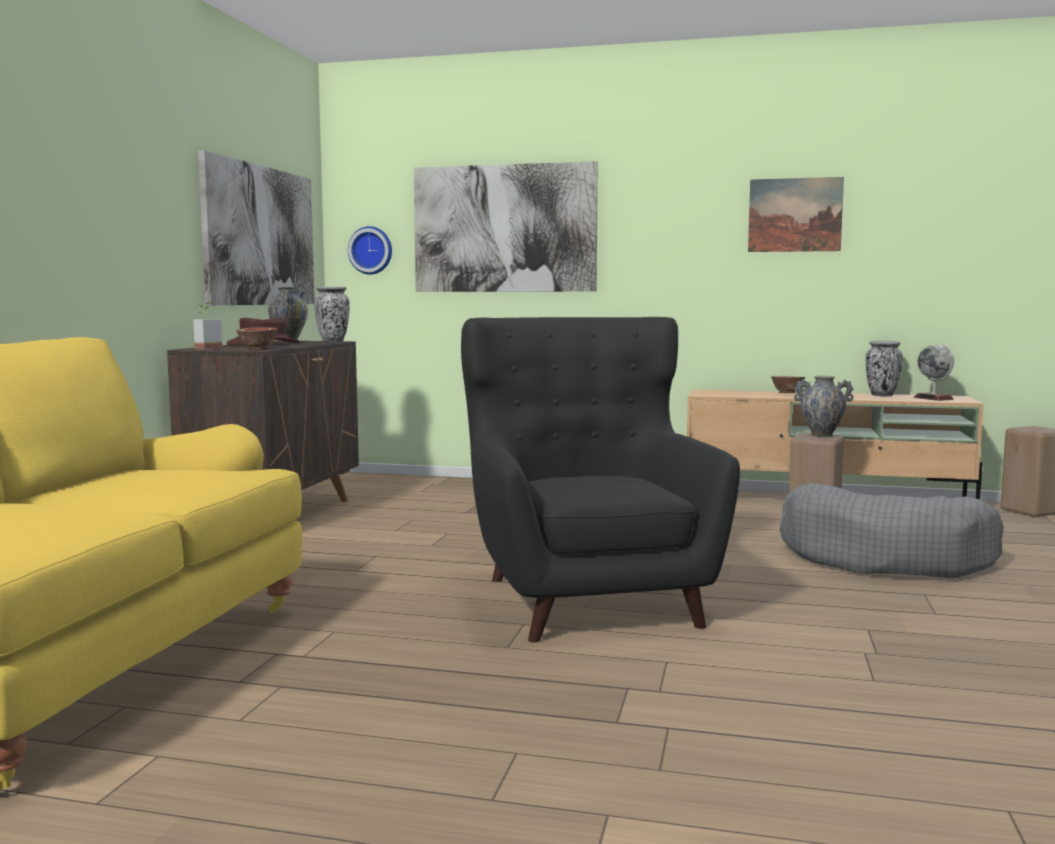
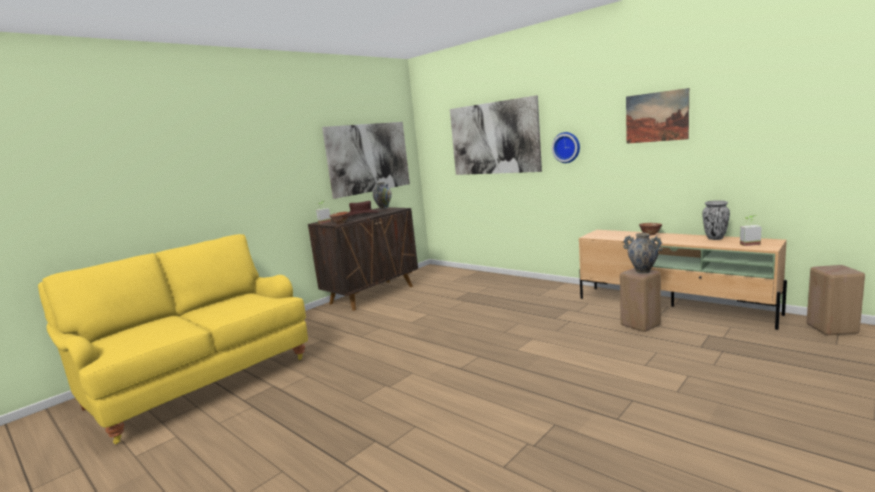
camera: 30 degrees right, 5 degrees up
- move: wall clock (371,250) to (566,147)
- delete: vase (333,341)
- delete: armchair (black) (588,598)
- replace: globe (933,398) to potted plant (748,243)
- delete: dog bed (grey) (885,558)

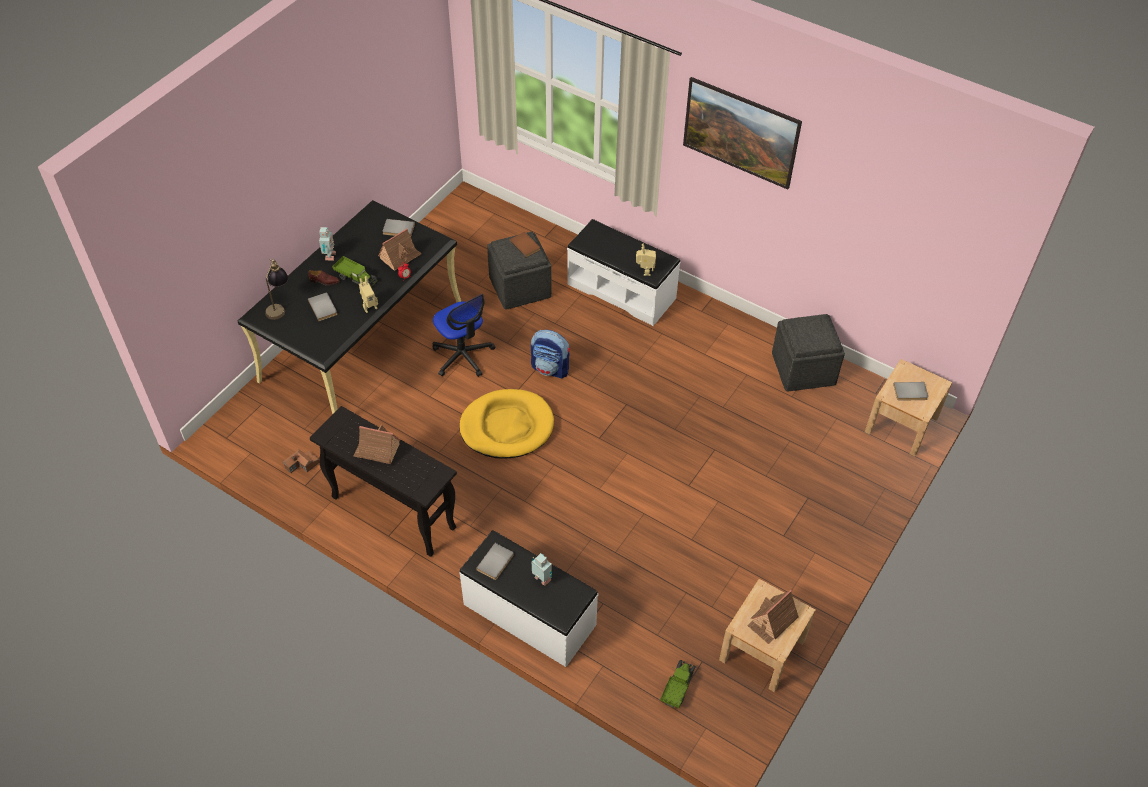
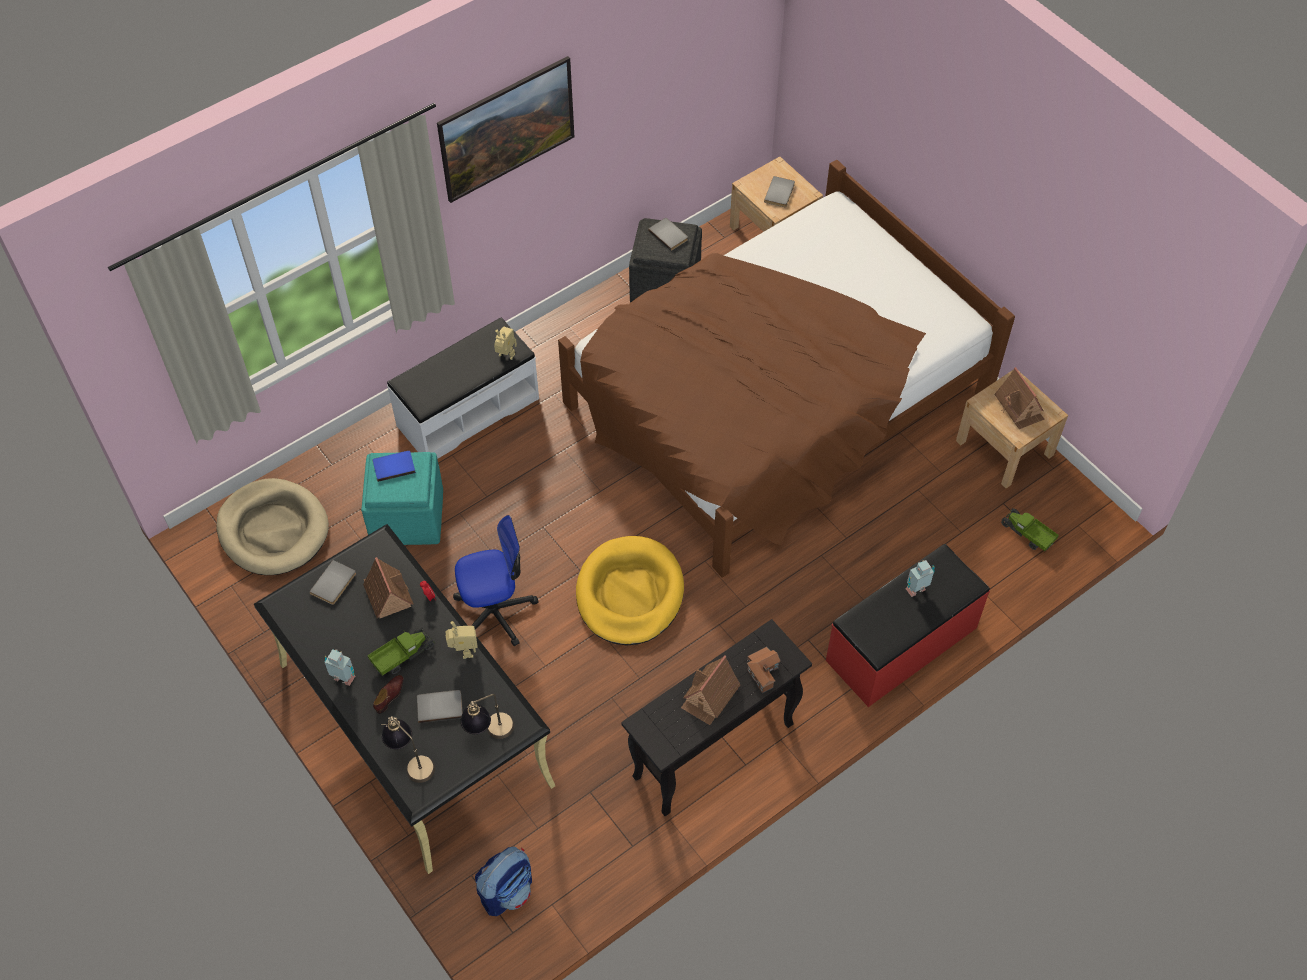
camera: 70 degrees left, 5 degrees up
- recolor: ottoman (grey) (520,286) to ottoman (turquoise) (406,515)
- recolor: book (brown) (526,245) to book (blue) (393,466)
- move: backpack (551,368) to (507,891)
- move: toy house (302,465) to (763,671)
- recolor: bench (white) (529,615) to bench (red) (902,645)
- move: book (grey) (496,563) to (669,235)
- insert: bed (brown) (776,402)
- insert: dog bed (beige) (273,530)
- insert: table lamp (489,733)

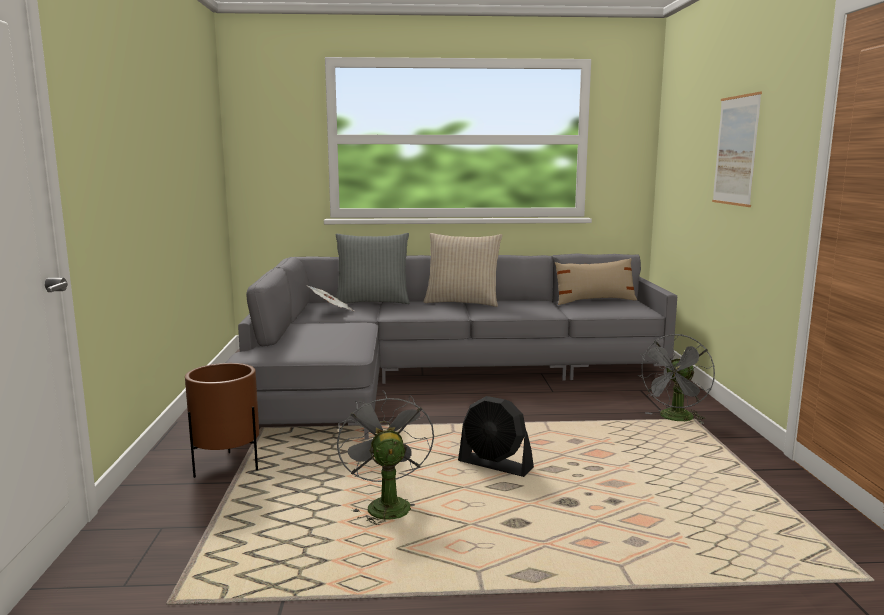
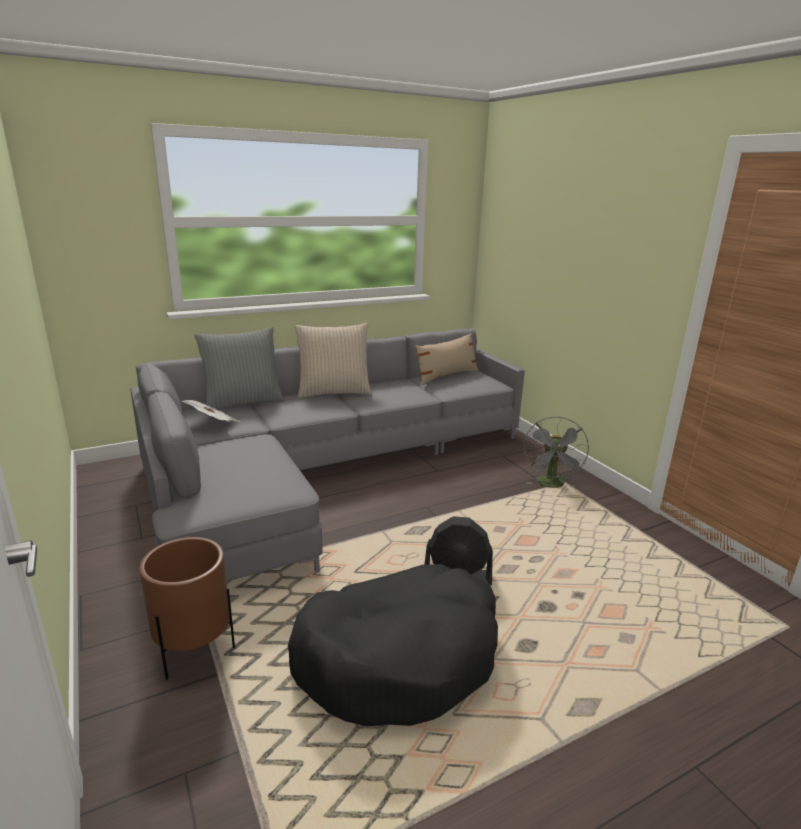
camera: 25 degrees left, 10 degrees up
- delete: picture (736,150)
- replace: fan (grey) (385,504) to dog bed (black) (399,657)

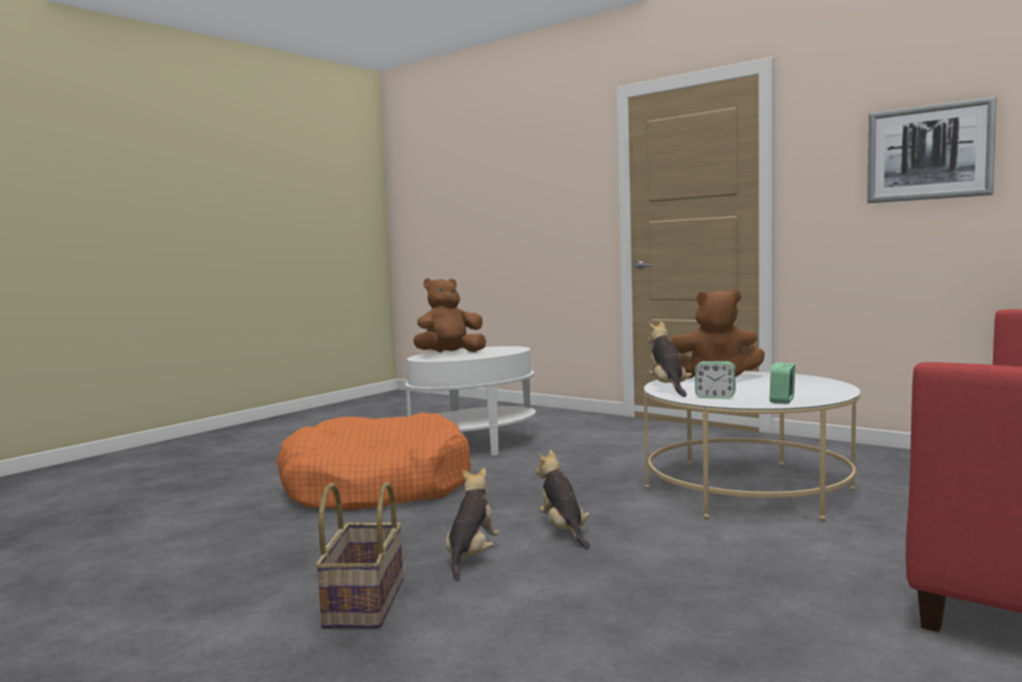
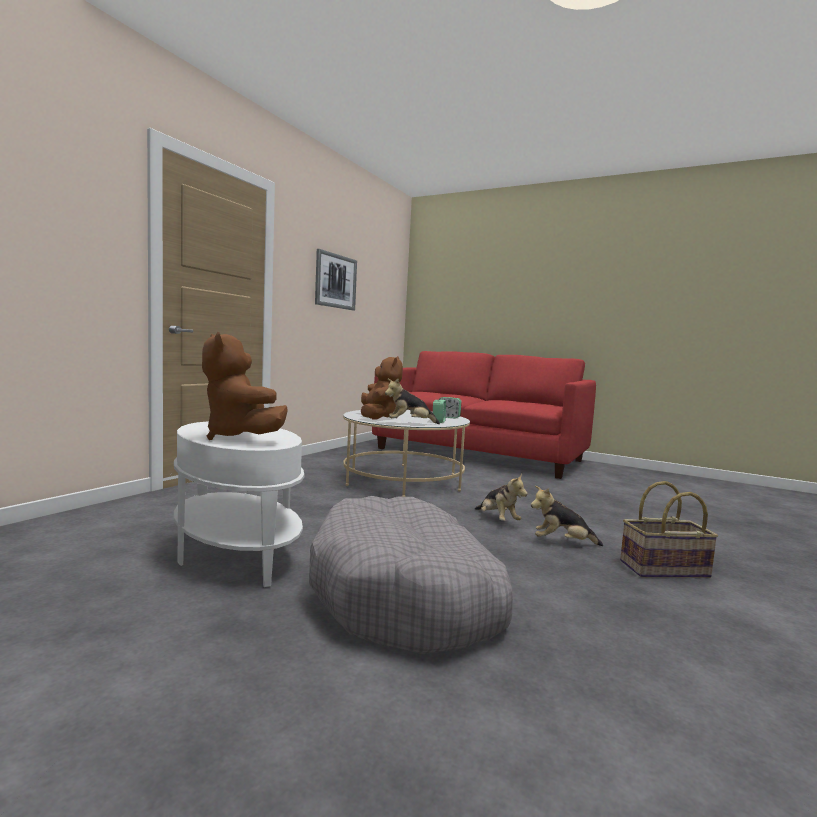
camera: 100 degrees left, 0 degrees up
- recolor: dog bed (orange) (376,487) to dog bed (grey) (407,595)
- rotate: plush toy (564,530) = (497,520) 90 degrees counterclockwise

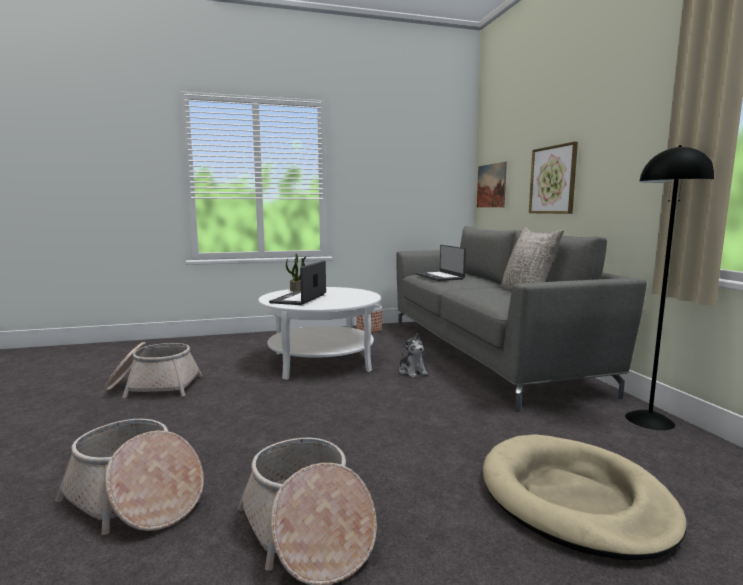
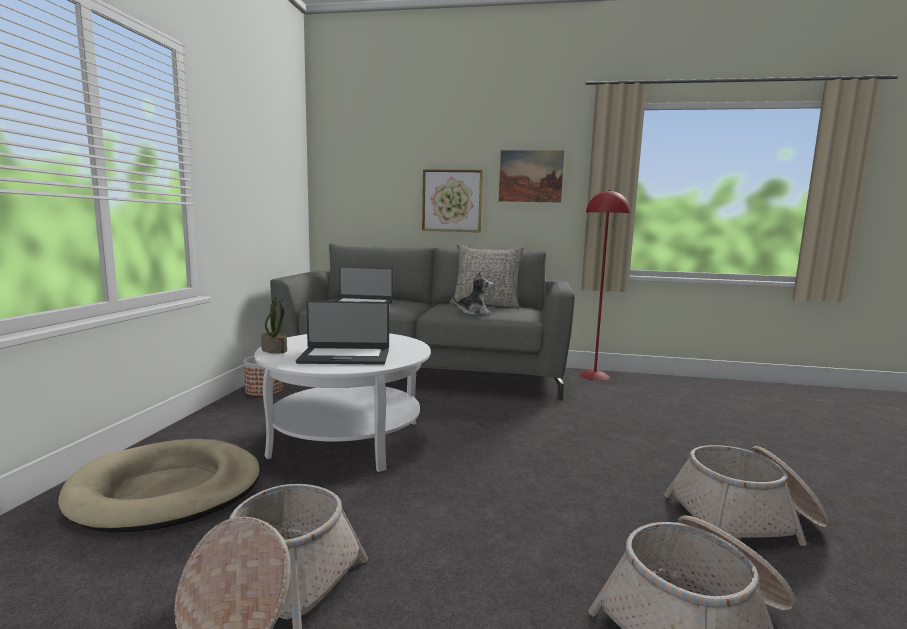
camera: 65 degrees left, 0 degrees up
- recolor: floor lamp (black) (650,420) to floor lamp (red) (595,375)
- move: picture (491,186) to (530,176)
- rotate: laptop (299,299) = (345,356) 45 degrees counterclockwise
- move: plush toy (412,372) to (474,312)
- move: dog bed (beige) (574,499) to (167,490)

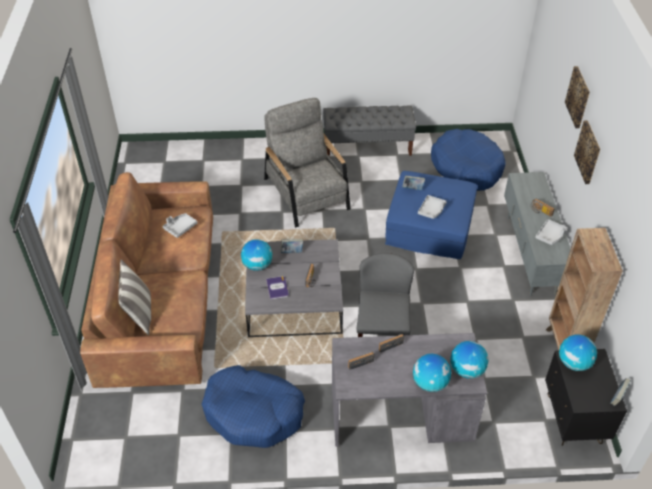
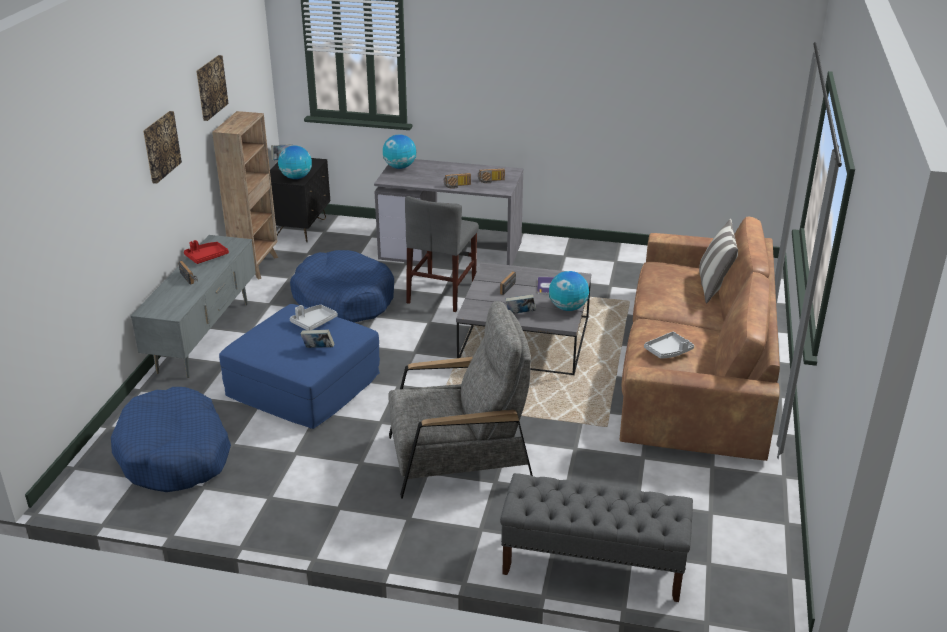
camera: 165 degrees left, 15 degrees down
- move: picture (578,97) to (210,87)
- rotate: armchair (grey) (307,194) = (458,458) 90 degrees counterclockwise
- move: bench (grey) (368,146) to (592,565)
- recolor: tray (grey) (550,235) to tray (red) (206,257)
- delete: globe (430,383)
- move: dog bed (blue) (254,413) to (344,299)

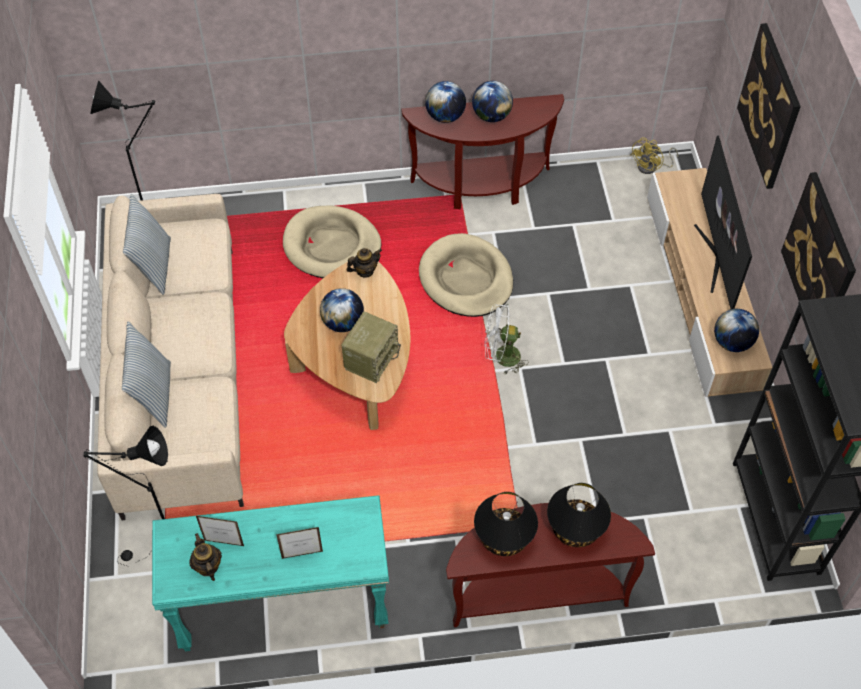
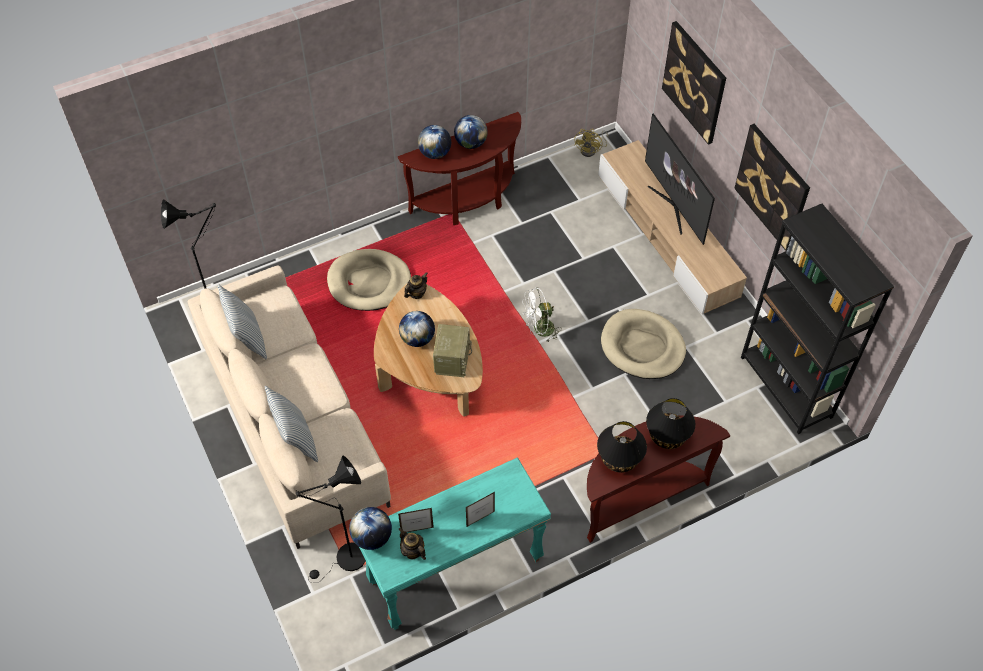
camera: 20 degrees left, 0 degrees up
- move: dog bed (beige) (466,279) to (642,347)
- move: globe (732,342) to (372,537)

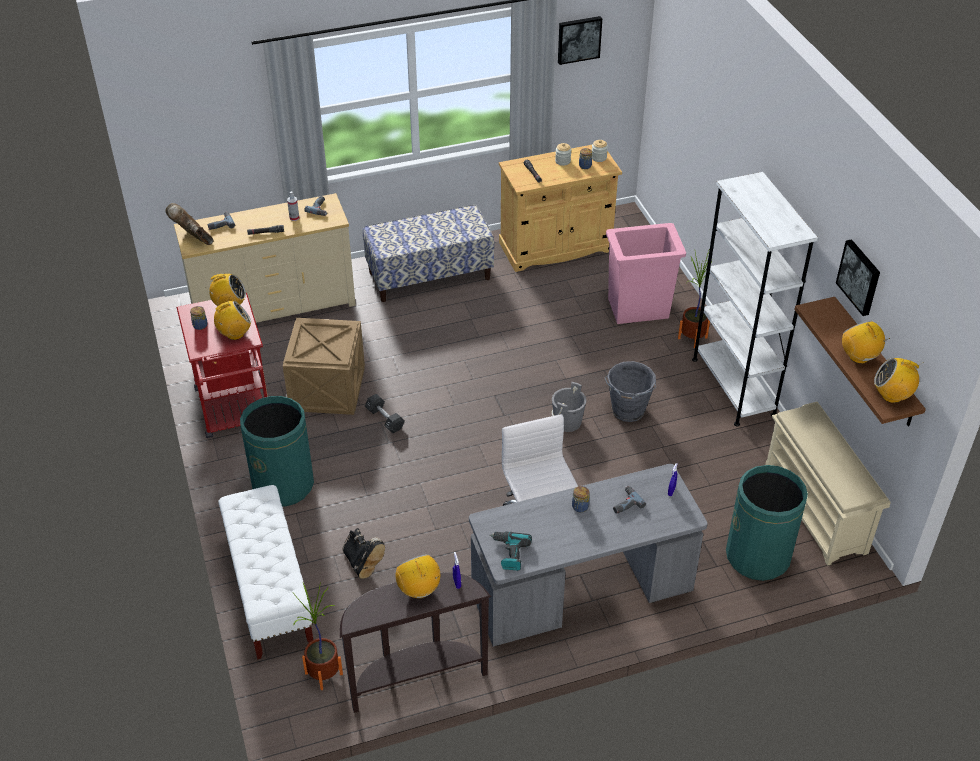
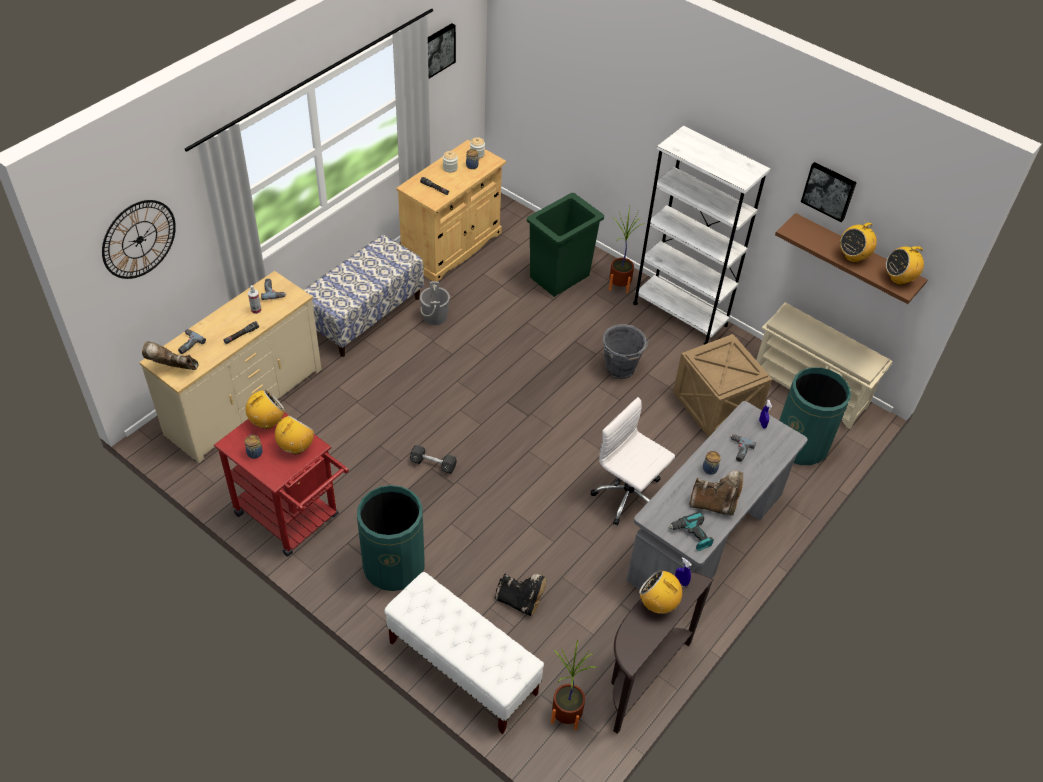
camera: 35 degrees left, 5 degrees up
- recolor: trash can (pink) (639,309) to trash can (green) (560,276)
- move: crate (327,390) to (716,406)
- rotate: radio (859,357) = (853,256) 75 degrees counterclockwise
- move: bucket (grey) (567,422) to (435,317)
- insert: wall clock (139,239)
- insert: boot (brown) (714,505)

